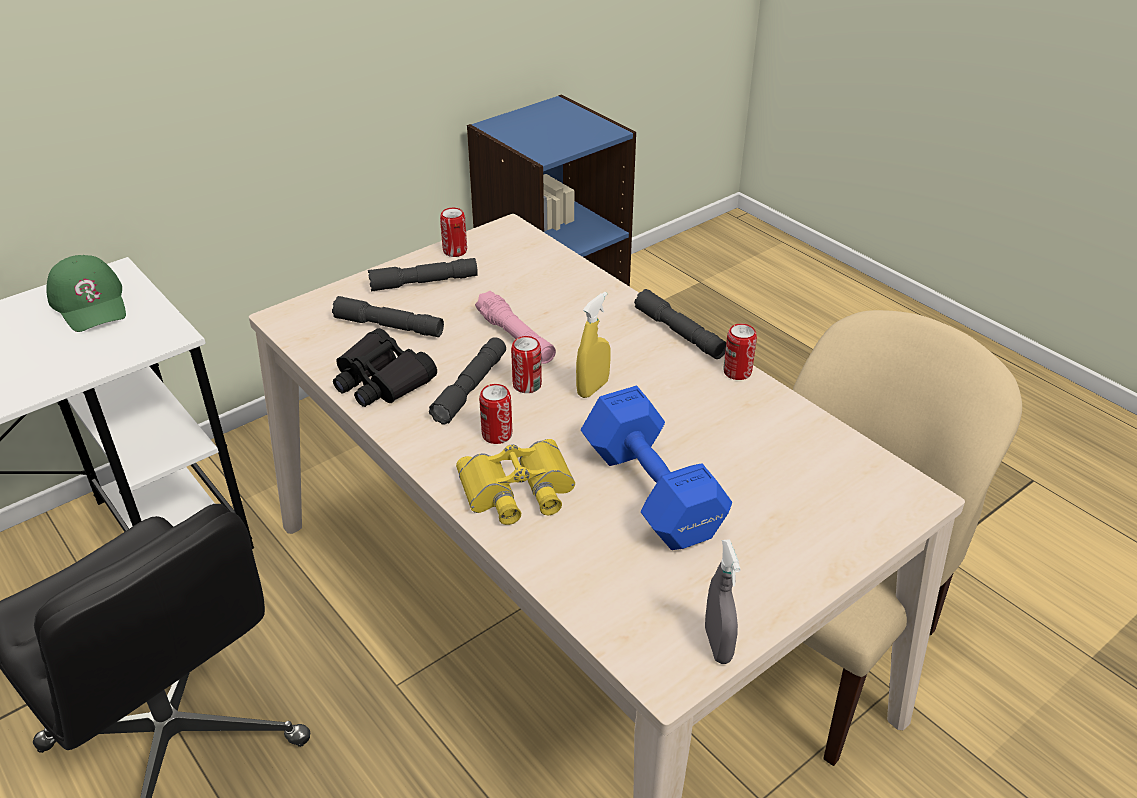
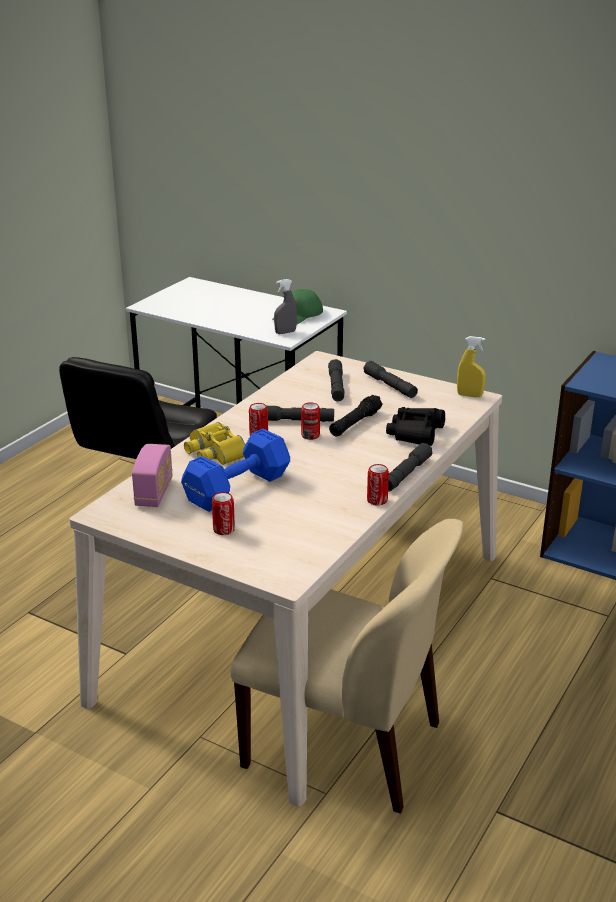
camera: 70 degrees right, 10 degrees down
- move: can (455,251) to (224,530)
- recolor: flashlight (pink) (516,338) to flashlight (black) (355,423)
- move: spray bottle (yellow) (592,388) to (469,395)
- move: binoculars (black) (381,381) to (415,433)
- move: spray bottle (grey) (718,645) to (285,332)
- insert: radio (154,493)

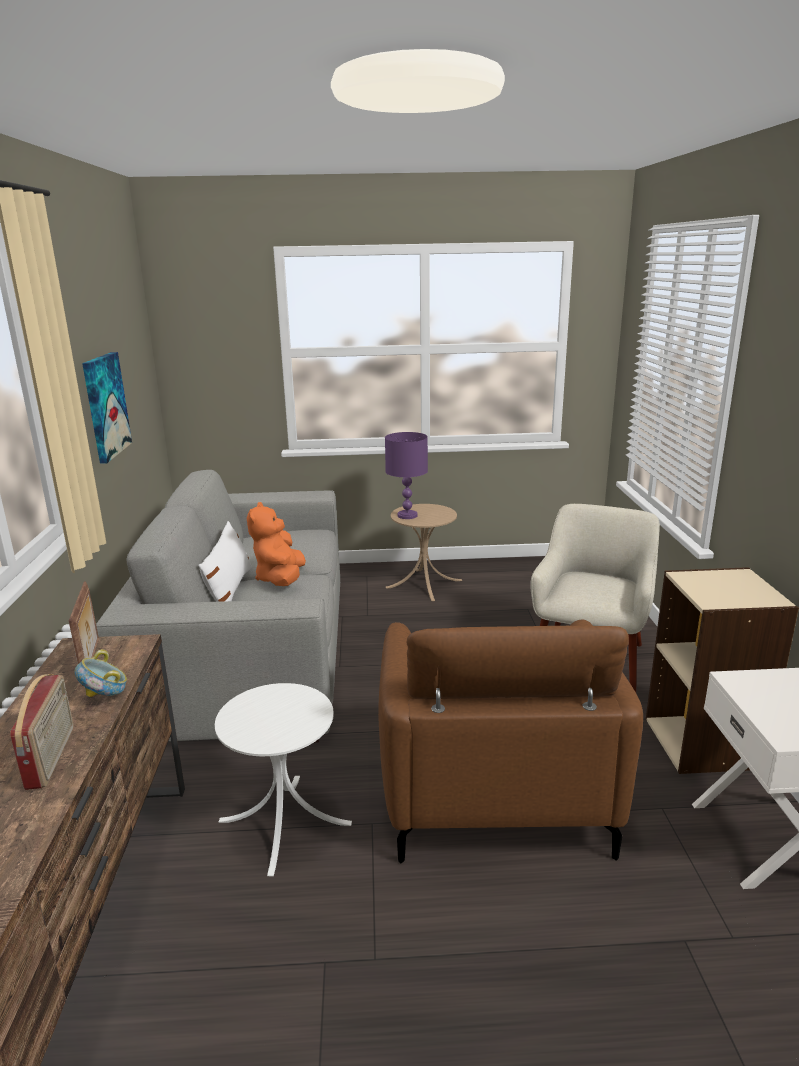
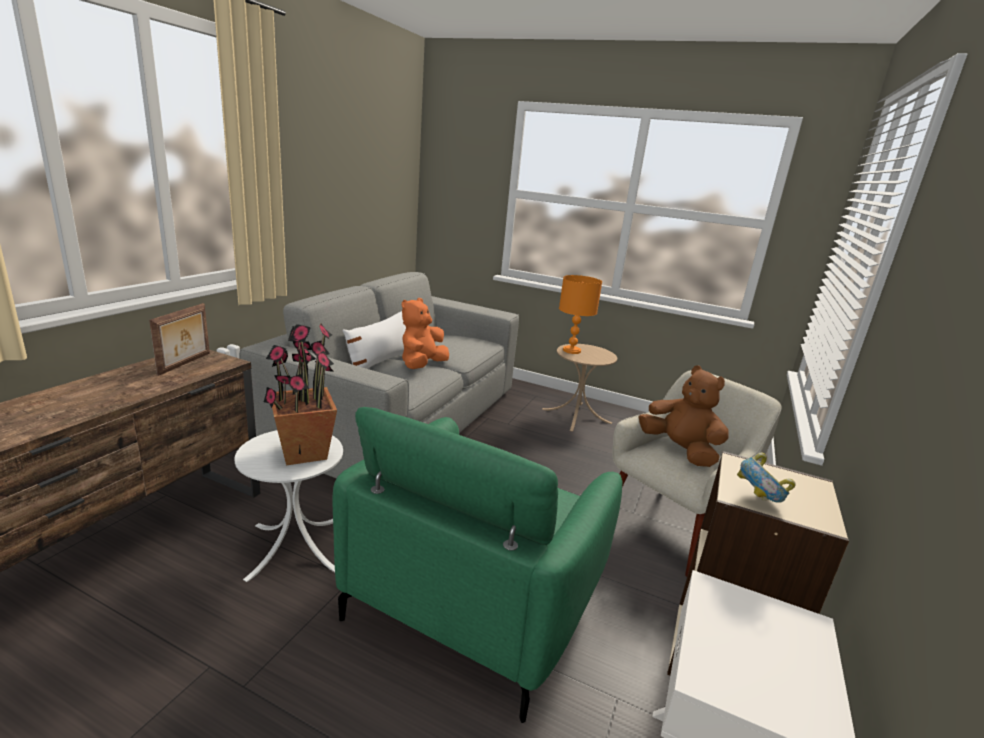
camera: 25 degrees right, 0 degrees up
- delete: picture (105,406)
- recolor: table lamp (purple) (407,515) to table lamp (orange) (571,350)
- recolor: armchair (brown) (494,786) to armchair (green) (475,597)
- move: bowl (105,697) to (758,500)
- delete: radio (52,757)
- insert: potted plant (303,452)
- insert: plush toy (brown) (679,450)

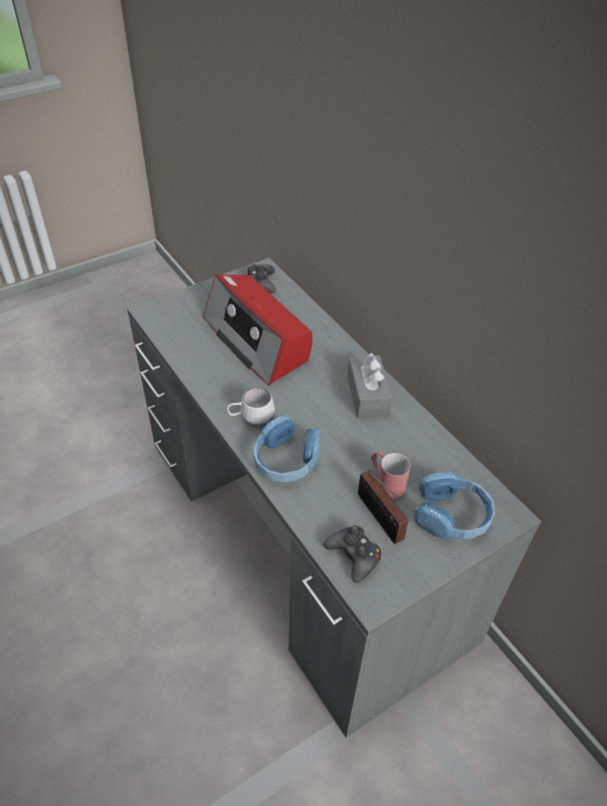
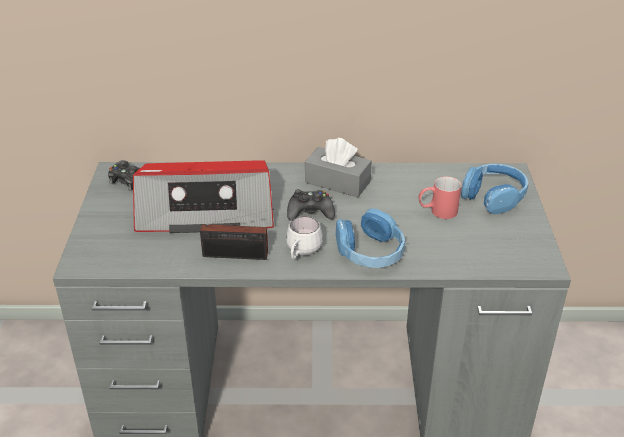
camera: 55 degrees left, 10 degrees down
- move: radio (381,520) to (239,255)
- move: game controller (black) (354,556) to (310,212)

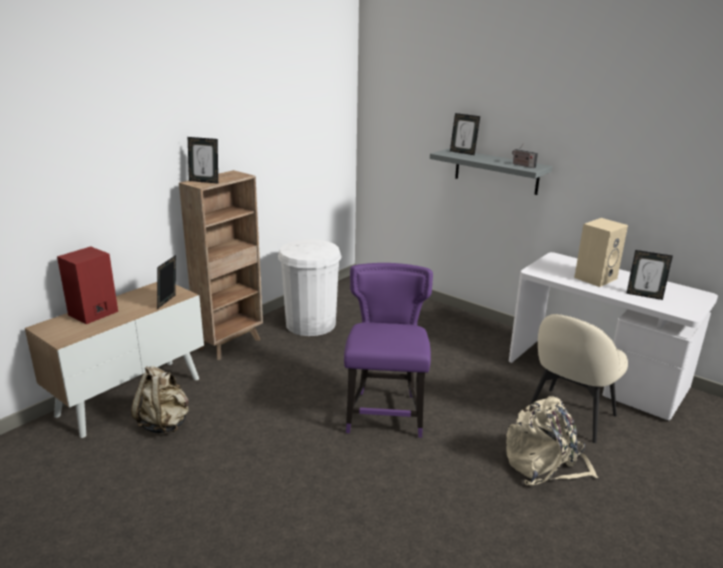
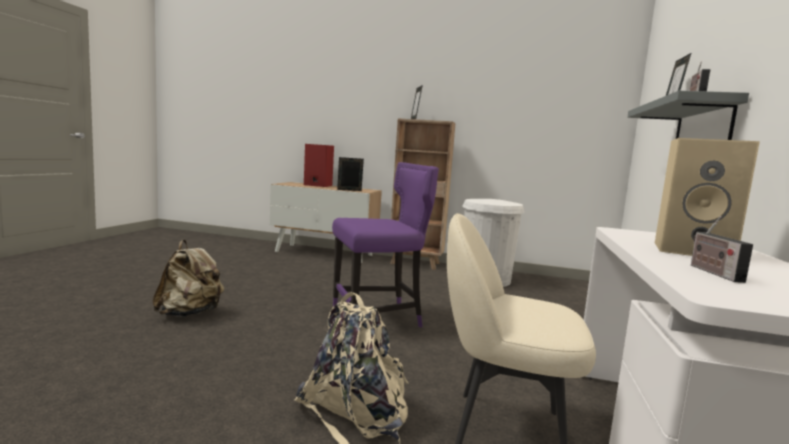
camera: 65 degrees right, 15 degrees down
- replace: picture frame (644,295) to radio (712,272)
- move: backpack (beige) (164,423) to (190,314)

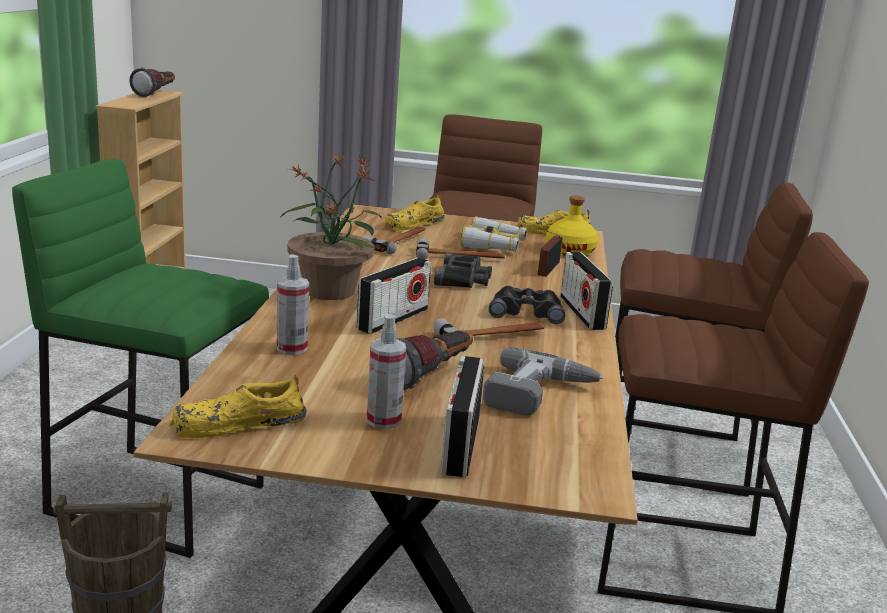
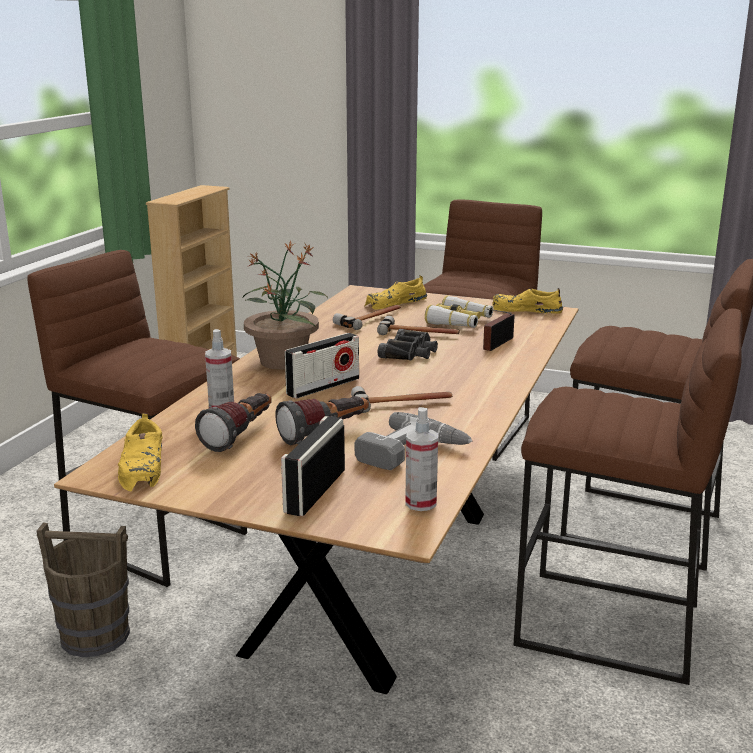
camera: 15 degrees right, 0 degrees up
- move: flashlight (157,94) to (241,435)
- recolor: stool (green) (159,498) to stool (brown) (158,537)
- delete: bottle (yellow) (570,251)
- delete: radio (582,312)
- delete: binoculars (black) (526,311)
- move: spray bottle (383,420) to (421,503)
- rotate: shoe (yellow) (237,423) = (143,466) 90 degrees counterclockwise

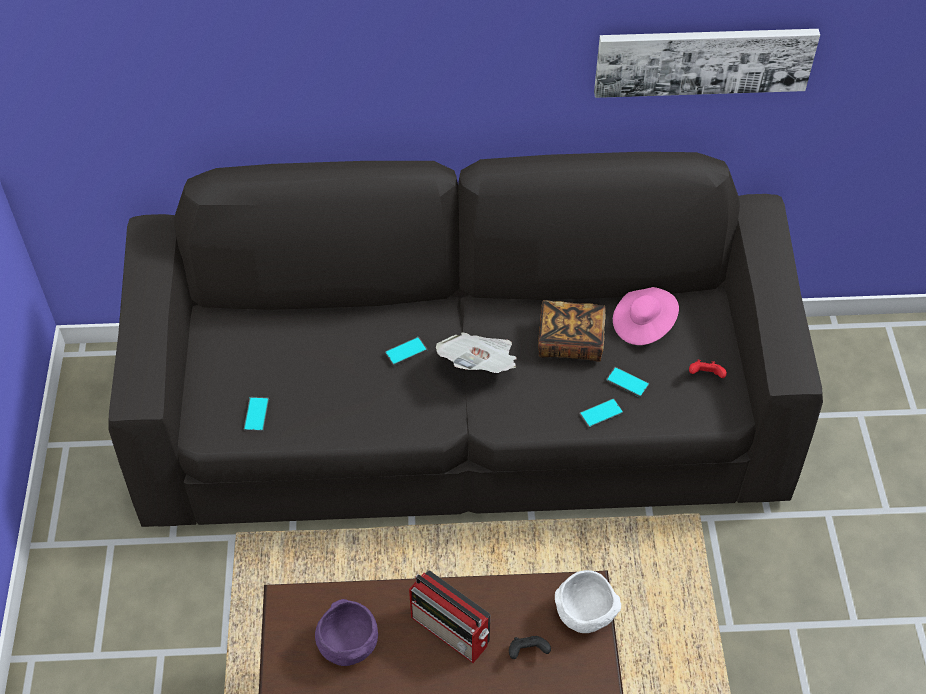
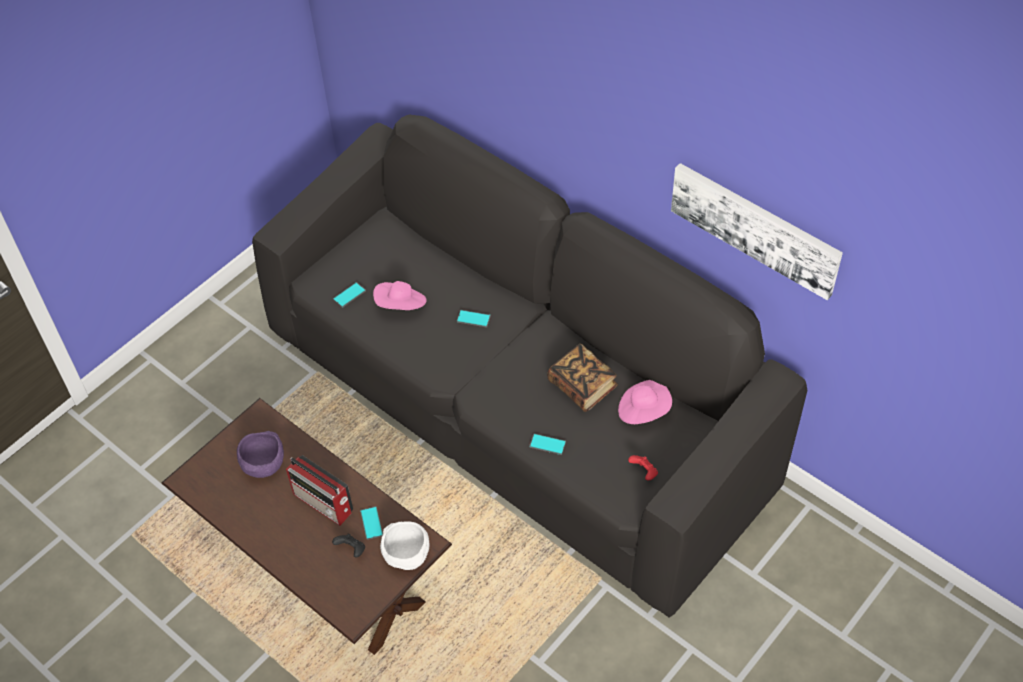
camera: 45 degrees right, 0 degrees up
- delete: newspaper (480,365)
- move: phone (627,382) to (371,523)
- rotate: radio (451,632) = (324,504) 45 degrees counterclockwise
- insert: hat (pink) (401,305)

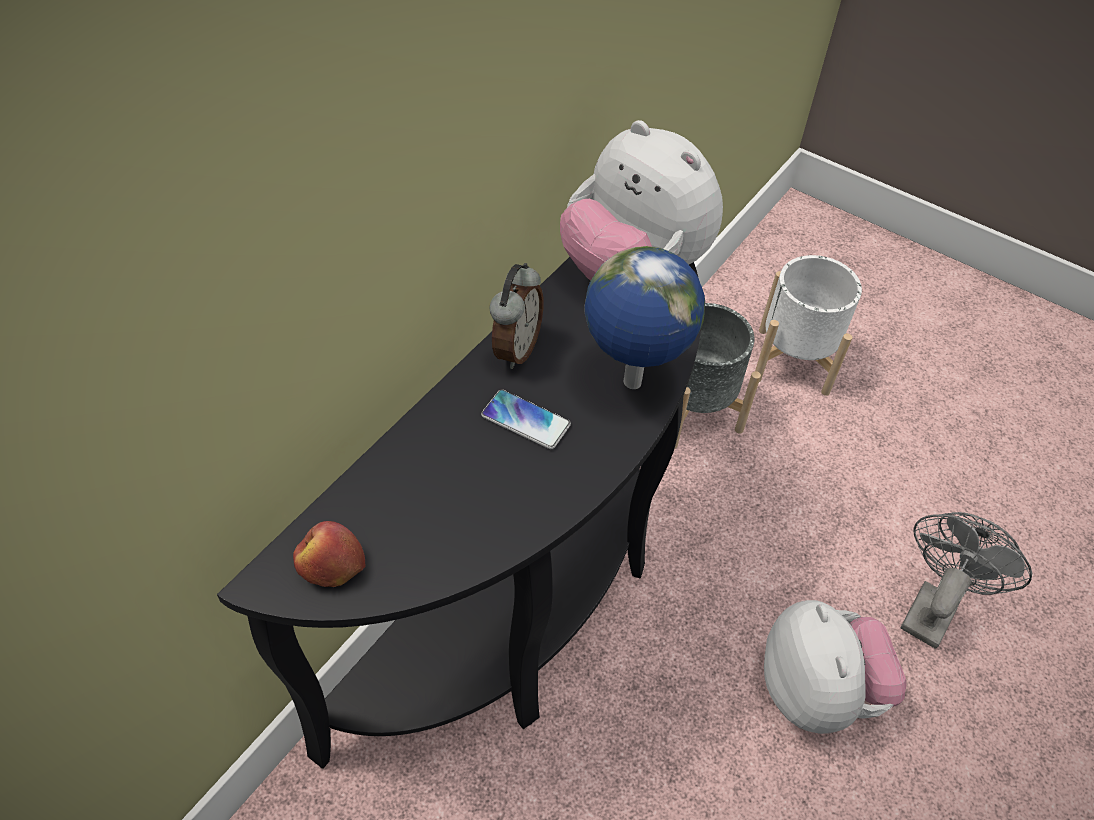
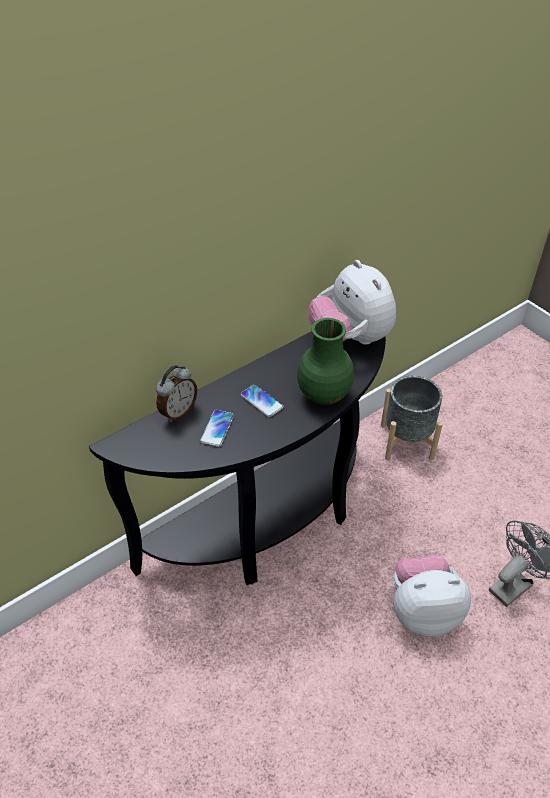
camera: 20 degrees right, 5 degrees down
- replace: globe (631,384) to vase (green) (323,395)
- delete: planter (white) (793,360)
- move: alarm clock (515,349) to (178,412)
- delete: apple (330,564)
- rotate: plush toy (817,691) = (423,611) 105 degrees counterclockwise
- insert: phone (217,428)

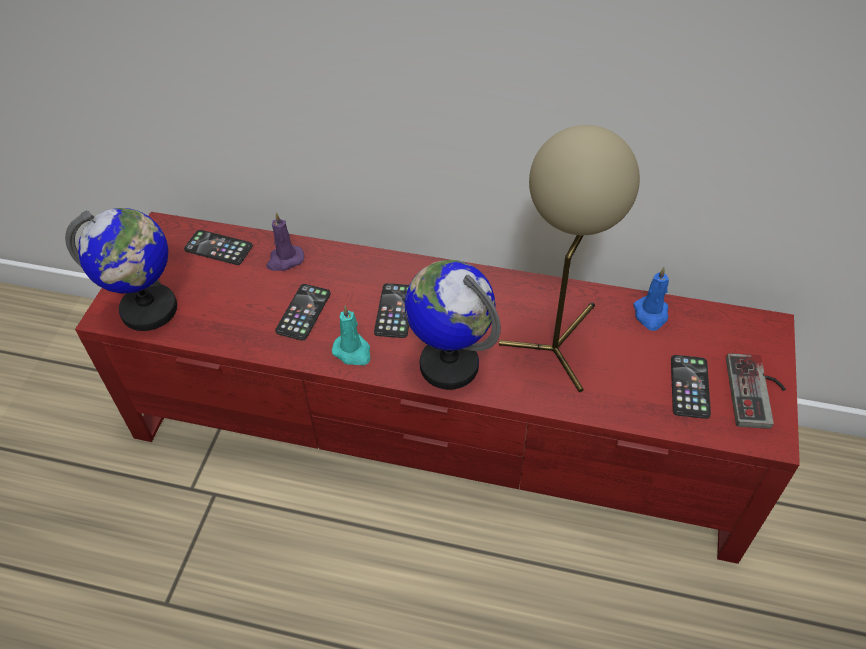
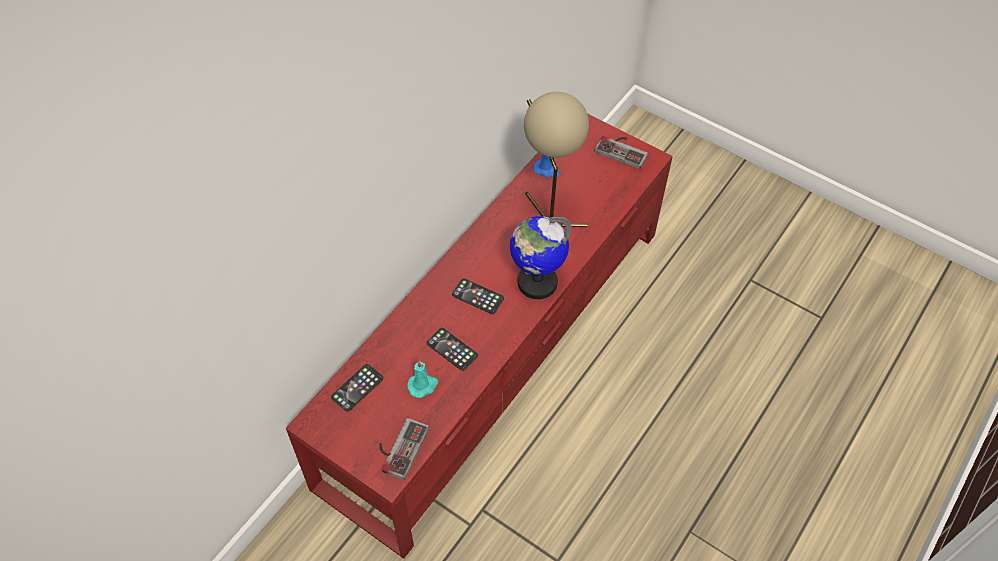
camera: 70 degrees left, 5 degrees up
- replace: globe (149,310) to game controller (399,447)
- delete: candle (purple) (284,260)
- move: candle (turquoise) (353,352) to (423,385)
- delete: phone (689,387)

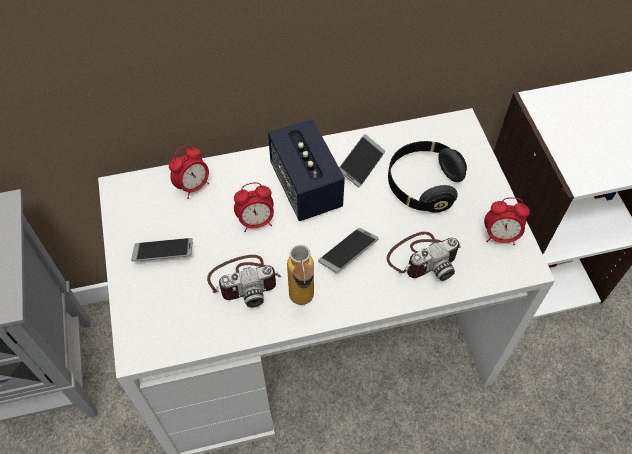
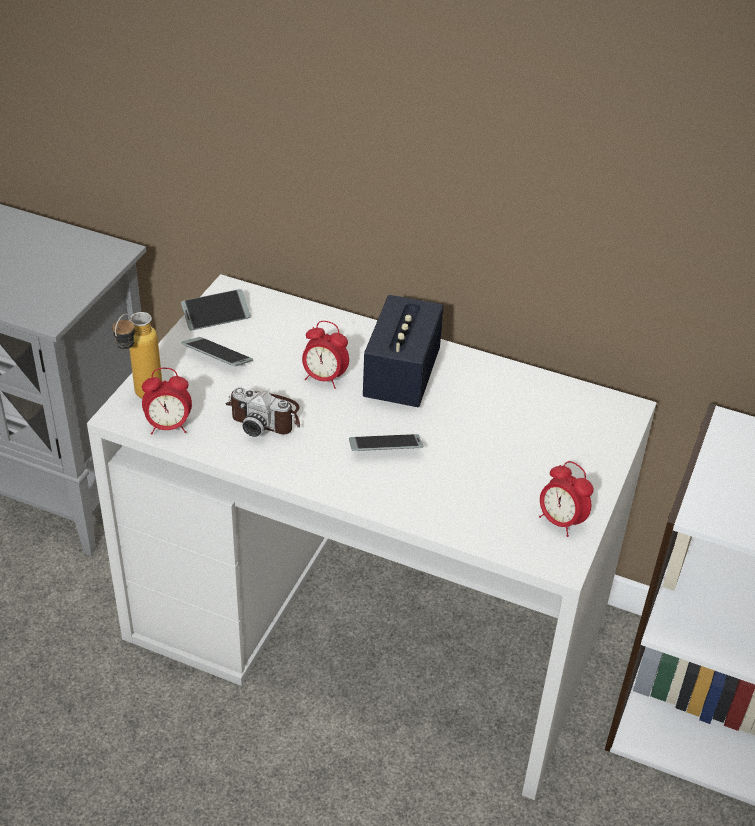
camera: 35 degrees right, 15 degrees down
- move: phone (361,164) to (216,315)
- delete: headphones (black) (423,185)
- move: alarm clock (193,186) to (168,426)
- delete: photo camera (423,257)
- move: bottle (303,304) to (141,398)

